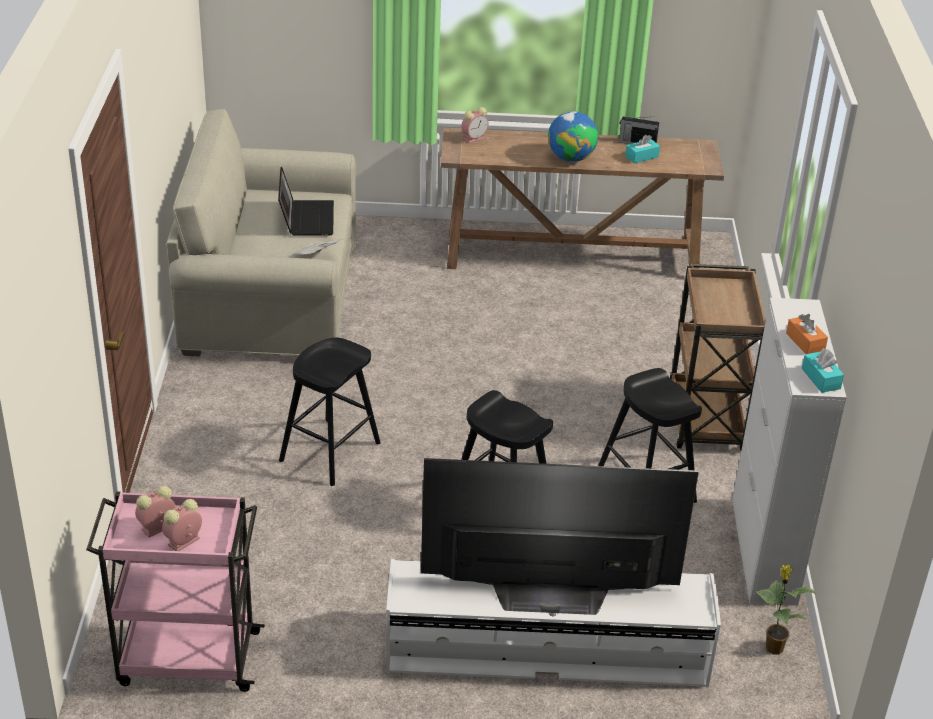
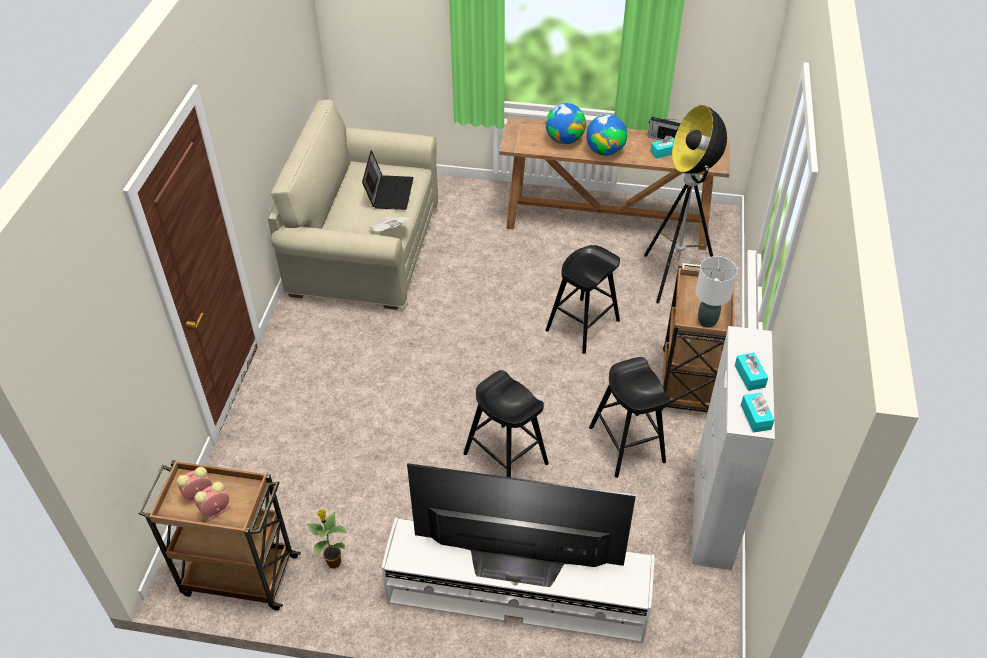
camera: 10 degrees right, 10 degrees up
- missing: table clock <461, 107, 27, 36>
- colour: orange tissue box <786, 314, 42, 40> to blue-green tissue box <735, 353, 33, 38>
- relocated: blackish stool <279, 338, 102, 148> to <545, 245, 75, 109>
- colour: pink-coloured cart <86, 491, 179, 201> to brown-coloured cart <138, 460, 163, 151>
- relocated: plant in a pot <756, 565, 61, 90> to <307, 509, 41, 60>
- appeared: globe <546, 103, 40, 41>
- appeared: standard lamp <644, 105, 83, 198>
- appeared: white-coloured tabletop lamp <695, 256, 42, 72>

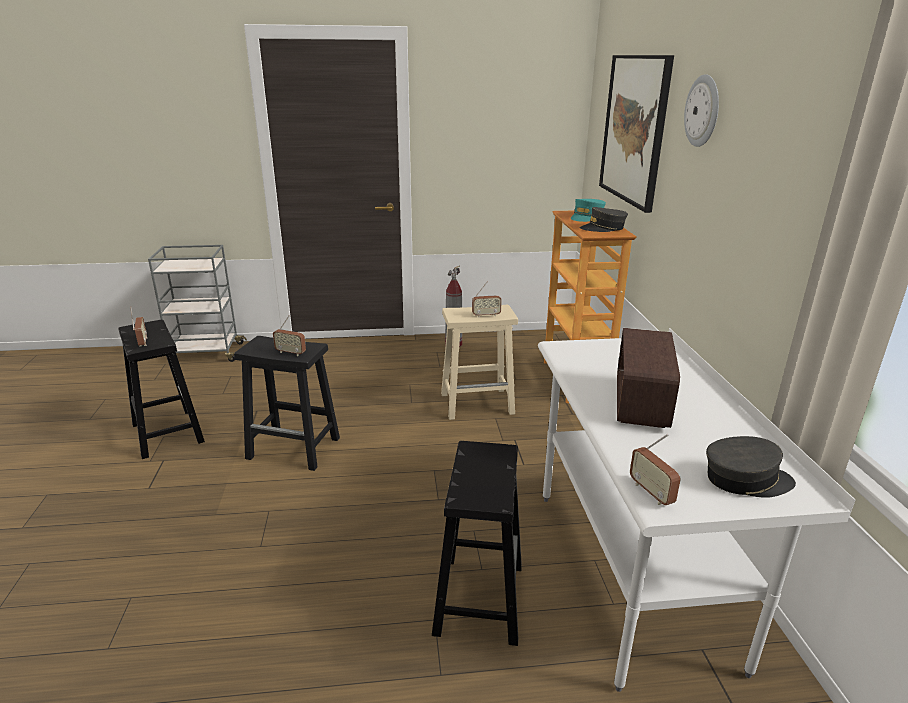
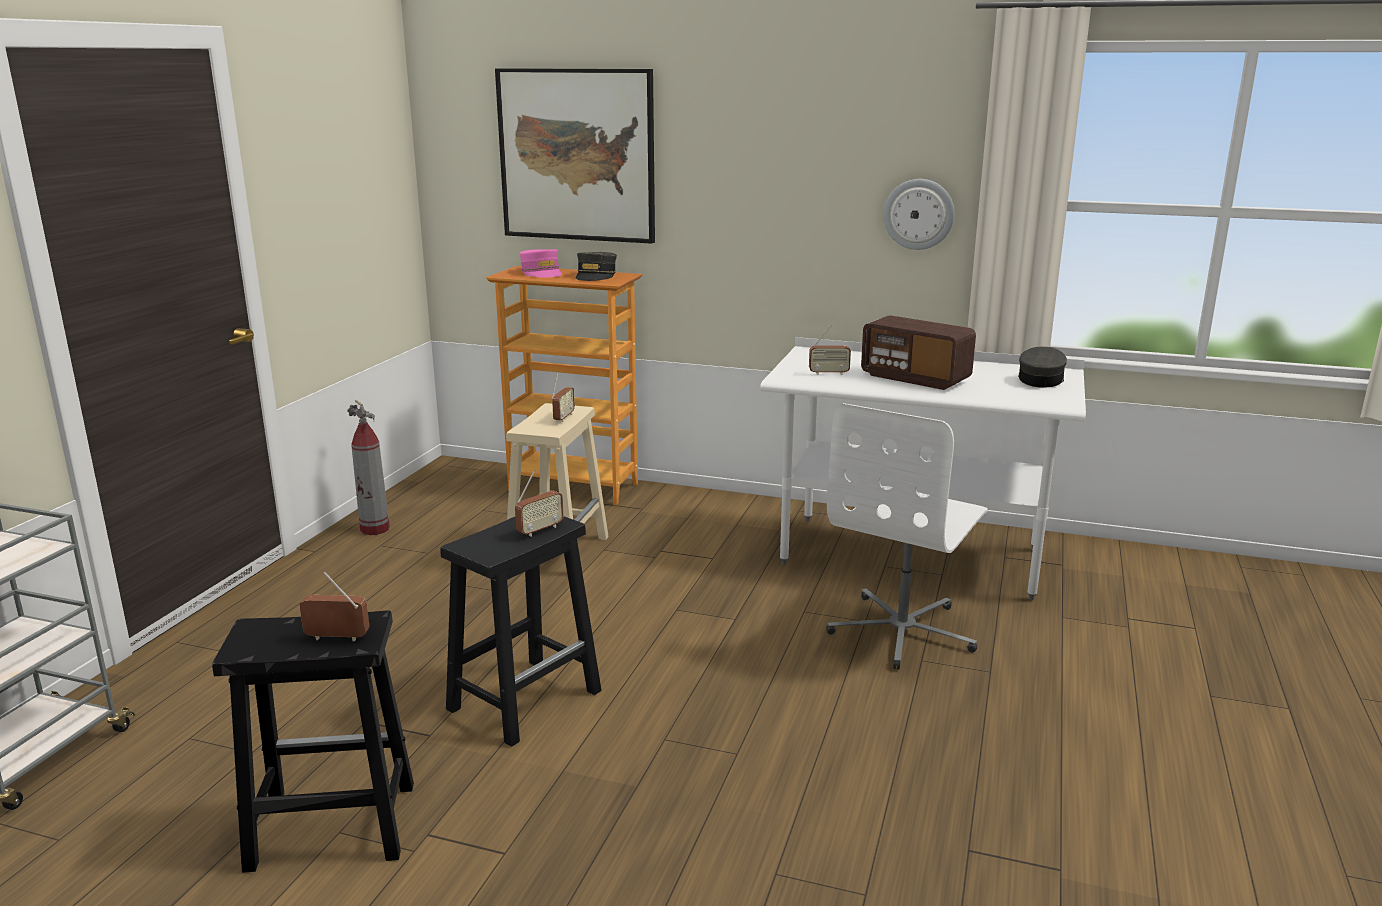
camera: 65 degrees left, 5 degrees down
- relocated: hanging clock <684, 74, 35, 73> to <883, 179, 71, 71>
- colour: blue-green cap <571, 199, 35, 23> to pink-coloured cap <519, 249, 43, 29>
- relocated: radio <630, 434, 51, 71> to <809, 325, 42, 50>
- exchanged: blackish stool <432, 441, 90, 205> to white-coloured office chair <826, 403, 162, 267>

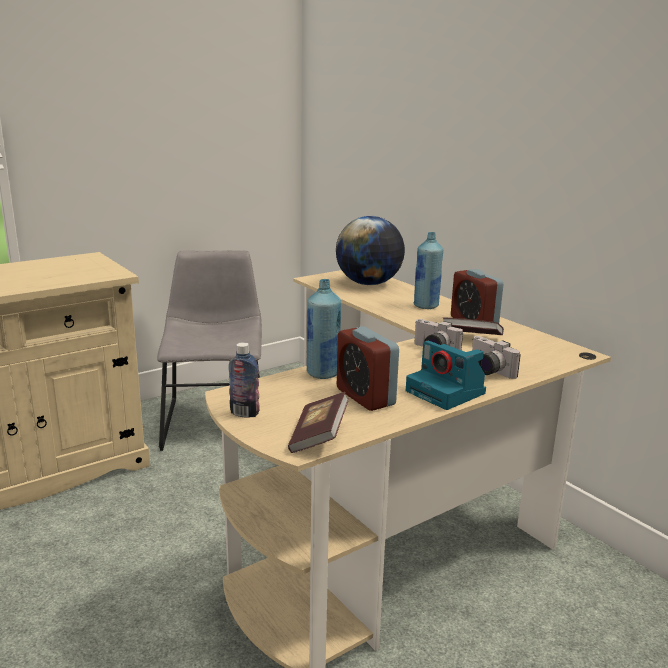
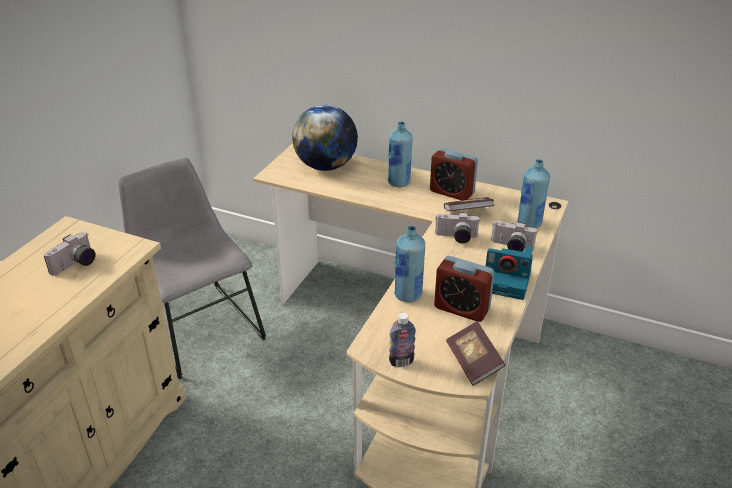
camera: 30 degrees left, 15 degrees up
- appeared: blue bottle <517, 159, 33, 70>
- appeared: still camera <44, 232, 52, 44>

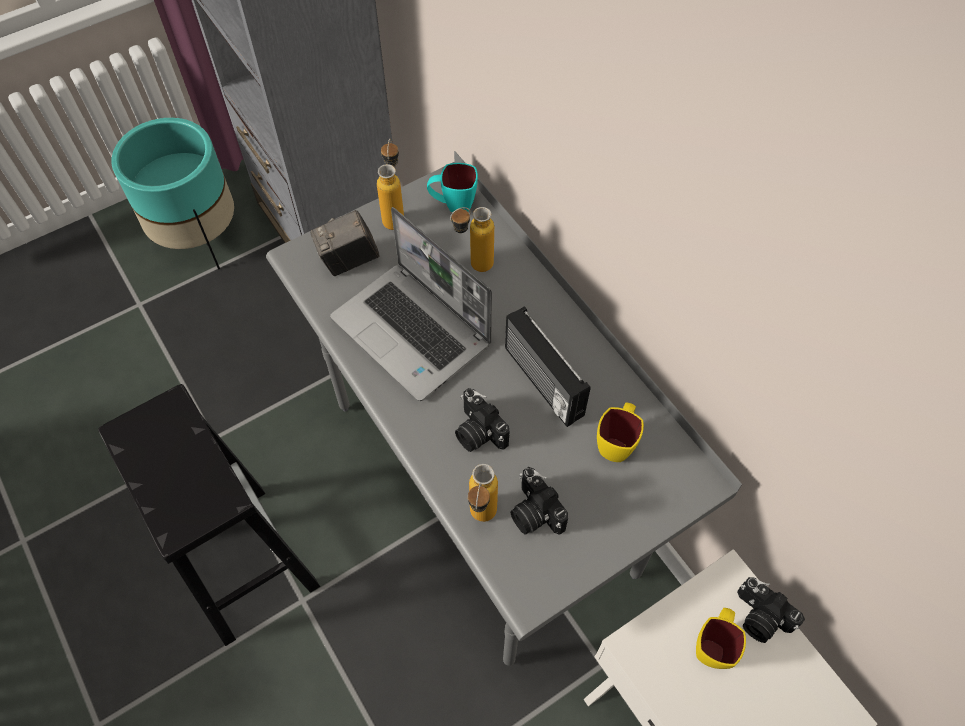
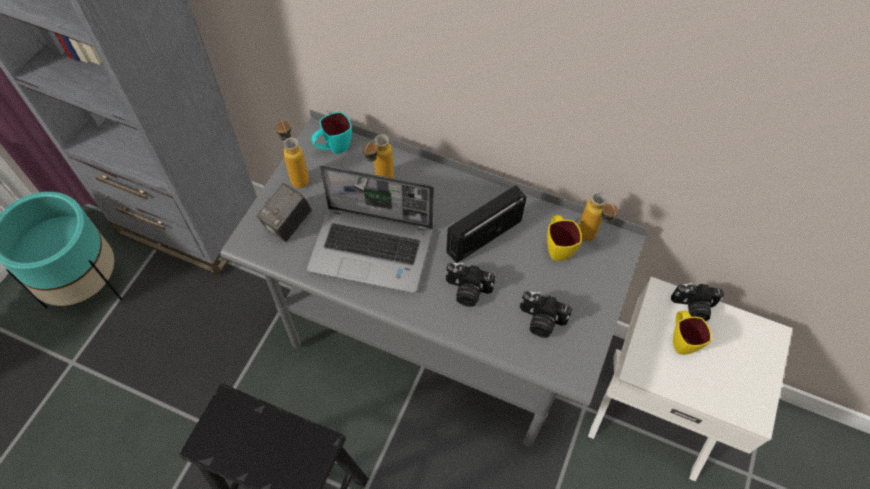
camera: 35 degrees left, 0 degrees up
- spun: radio <505, 306, 86, 121> = <446, 185, 81, 78> 120 degrees clockwise
- relocated: bottle <468, 464, 30, 58> to <579, 192, 39, 49>

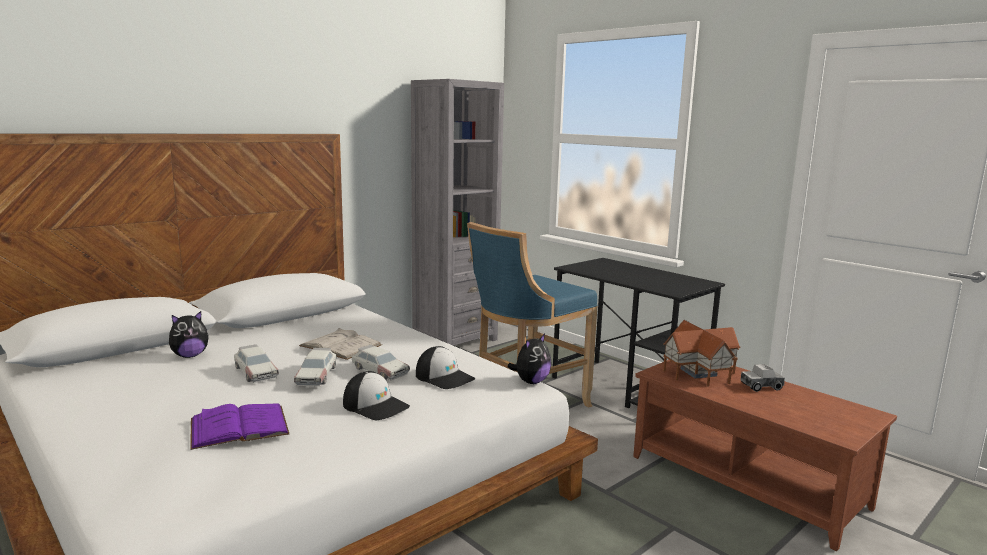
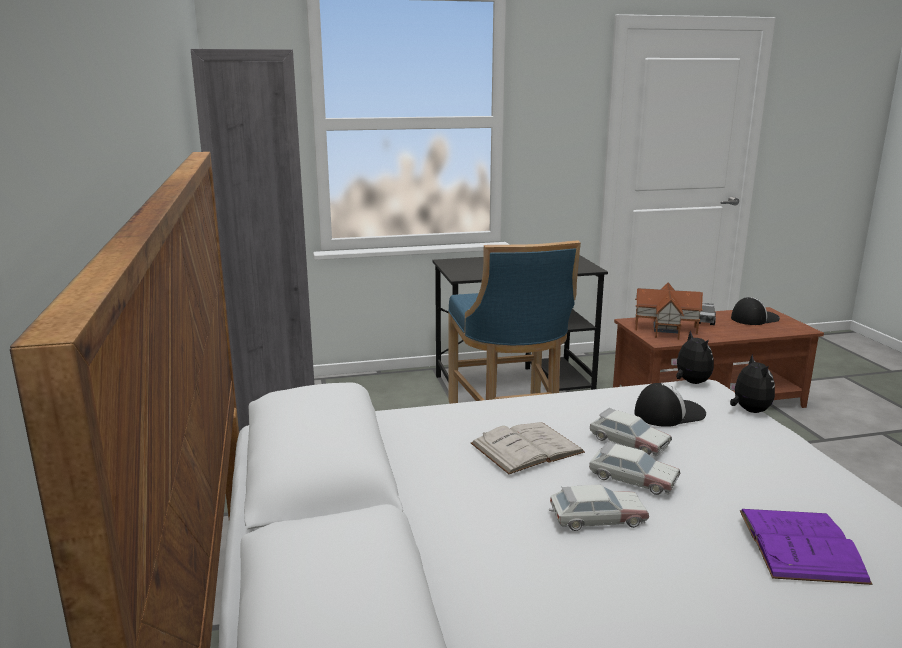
camera: 60 degrees left, 5 degrees up
- relocated: plush toy <169, 311, 40, 47> to <730, 354, 45, 59>
- spun: toy car <352, 345, 58, 35> = <590, 408, 82, 48> 60 degrees clockwise
- relocated: cap <343, 371, 67, 49> to <731, 297, 49, 28>

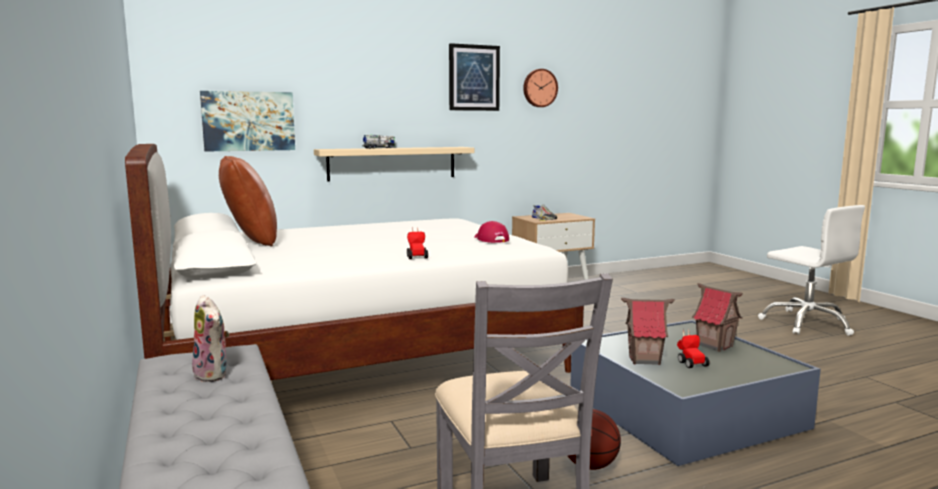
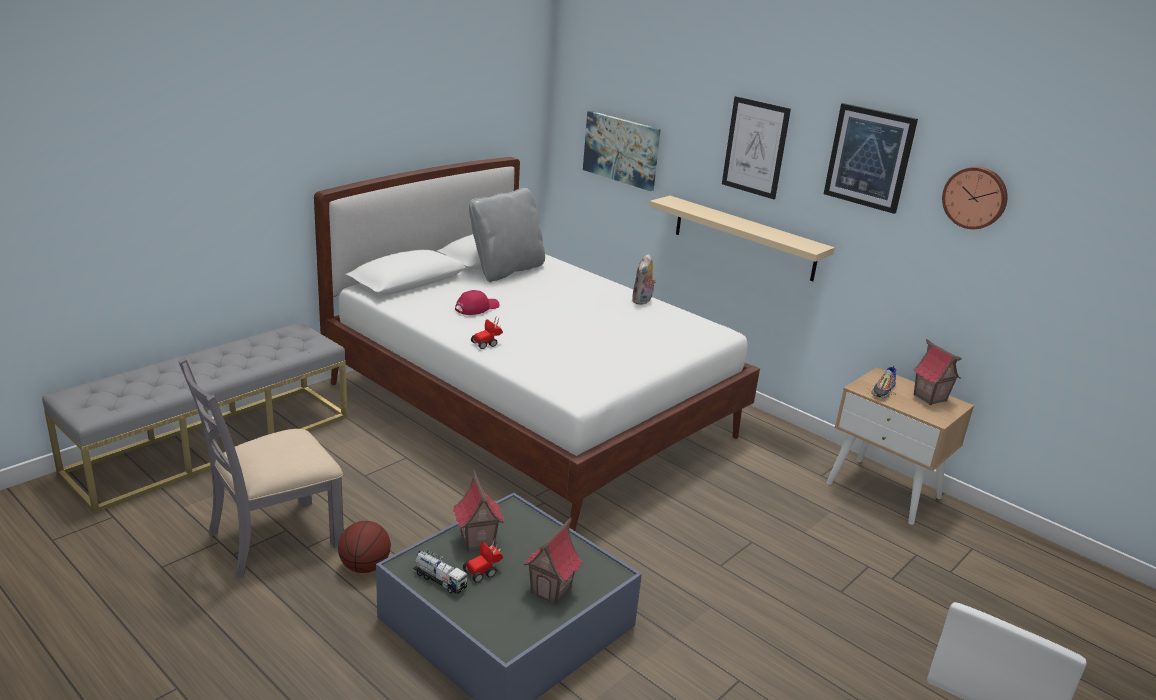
camera: 65 degrees right, 15 degrees up
- relocated: toy truck <363, 135, 32, 14> to <413, 549, 55, 45>
- colour: brown-coloured cushion <219, 156, 58, 90> to greyish cushion <469, 188, 76, 94>
- relocated: red-coloured cap <474, 221, 35, 22> to <455, 290, 44, 25>
- relocated: plush toy <192, 295, 37, 87> to <632, 254, 24, 51>
- appeared: wall picture <722, 96, 69, 103>
- appeared: toy house <913, 339, 49, 66>

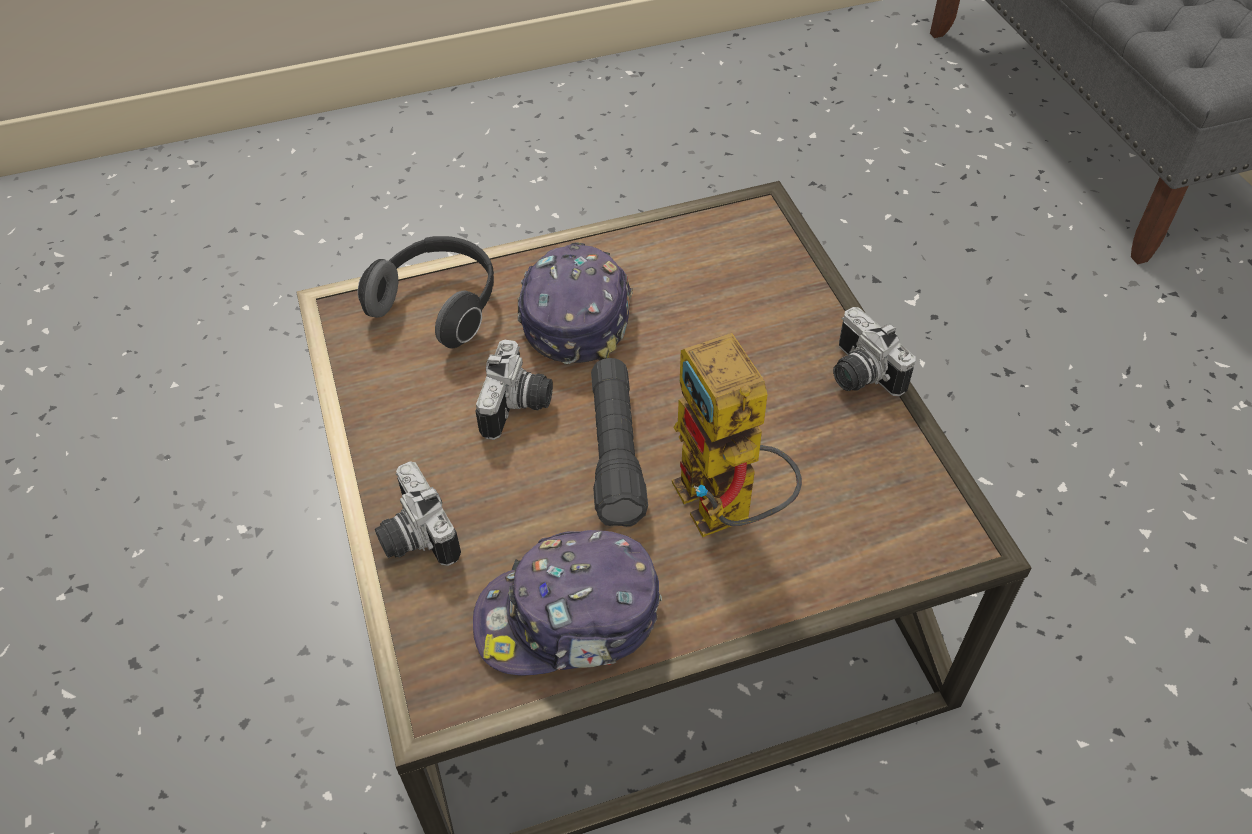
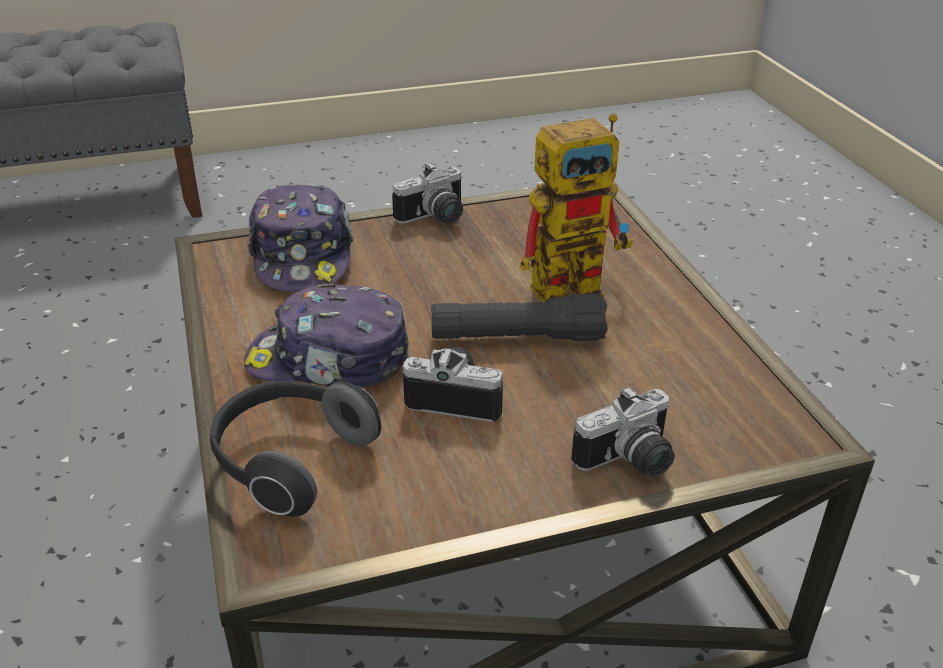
camera: 90 degrees left, 15 degrees down
- relocated: cap <473, 530, 189, 145> to <247, 184, 107, 108>

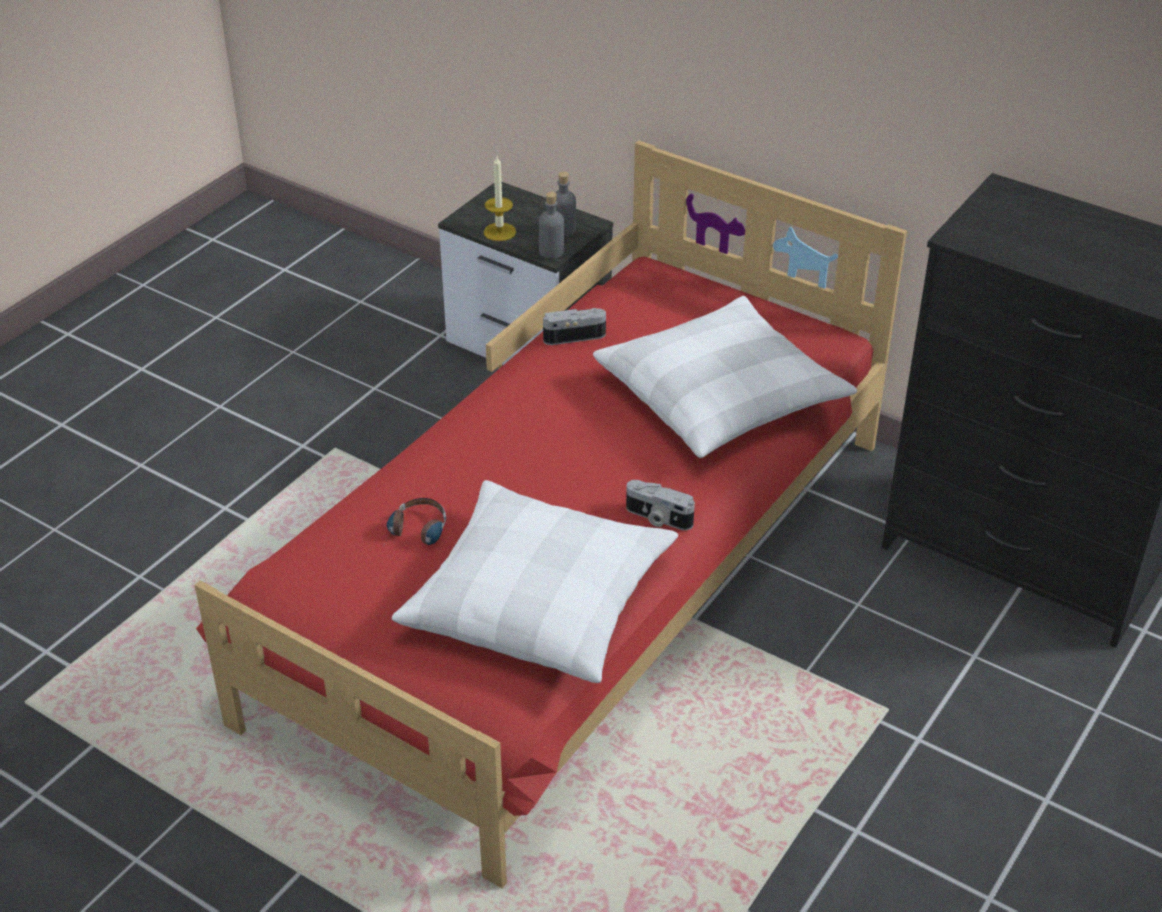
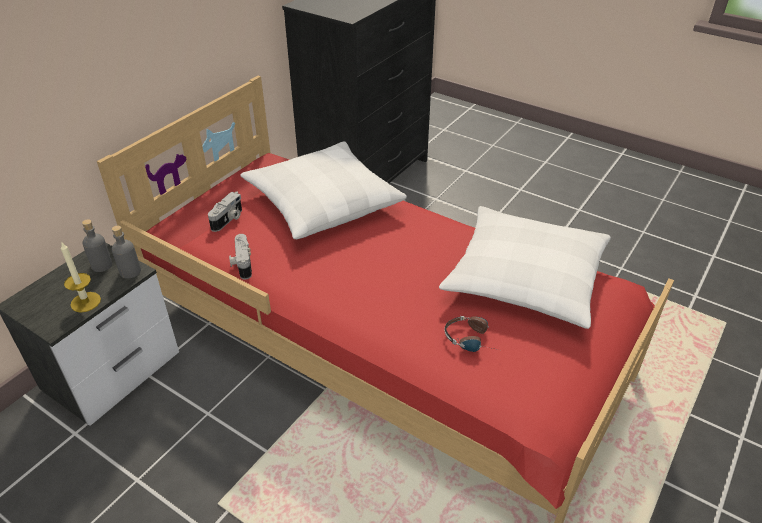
camera: 90 degrees left, 0 degrees up
- relocated: still camera <626, 480, 69, 50> to <208, 192, 34, 40>

